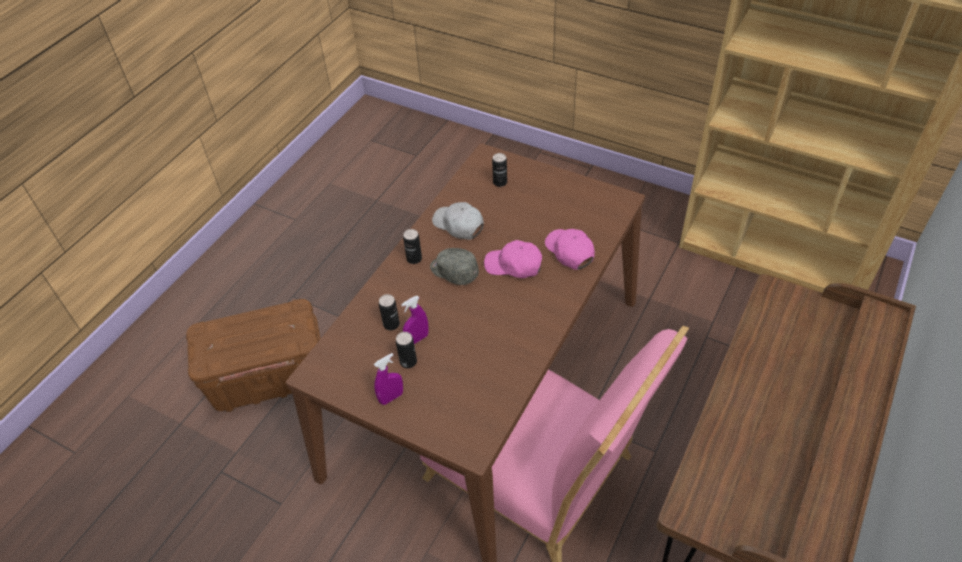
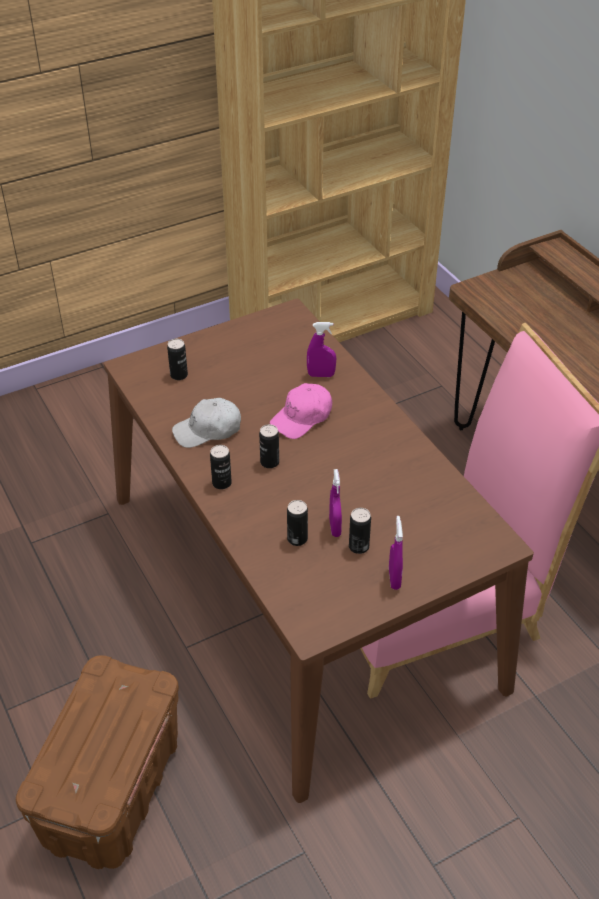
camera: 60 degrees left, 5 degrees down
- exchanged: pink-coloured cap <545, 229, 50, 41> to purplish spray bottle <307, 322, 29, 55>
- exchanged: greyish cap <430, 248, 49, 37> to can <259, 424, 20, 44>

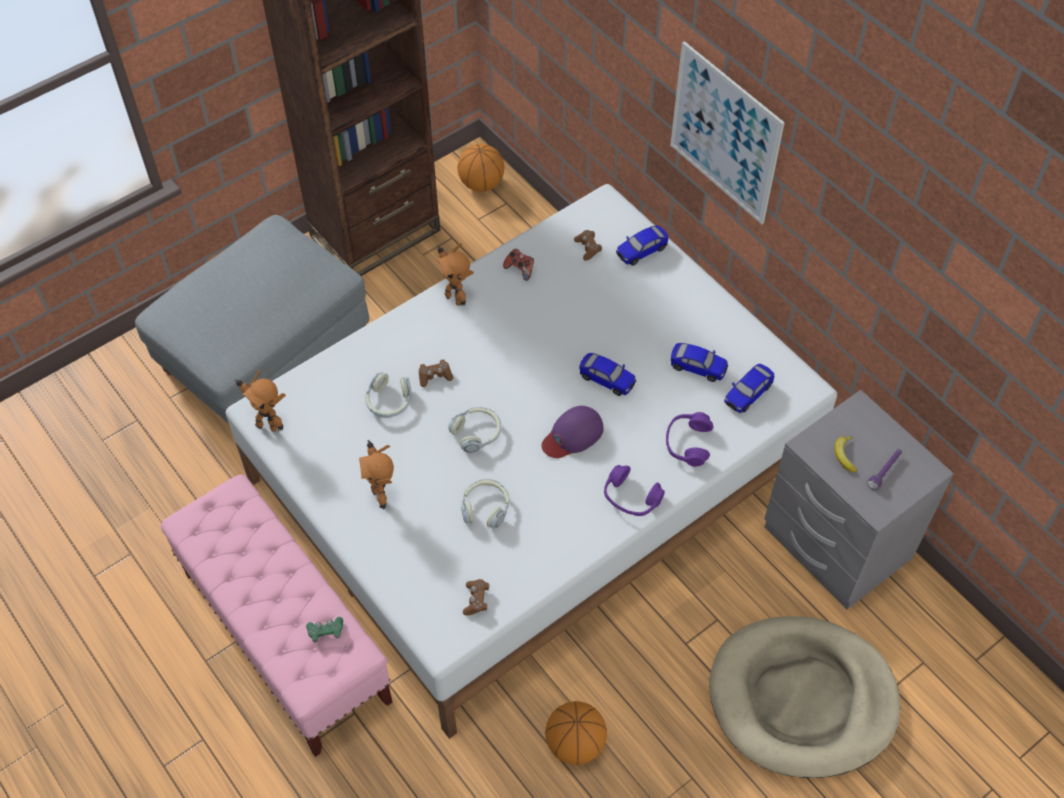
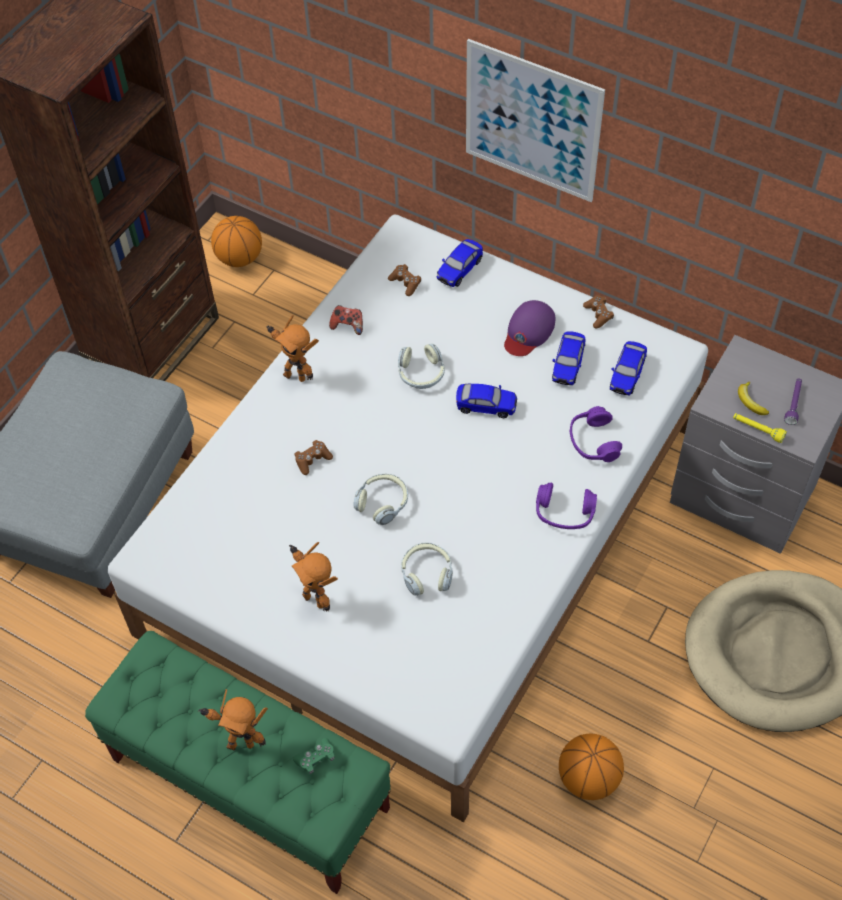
camera: 20 degrees left, 0 degrees up
- spun: toy car <671, 343, 57, 39> = <552, 331, 33, 54> 105 degrees clockwise
- relocated: toy robot <235, 370, 51, 62> to <198, 689, 70, 61>
- relocated: headphones <365, 372, 47, 46> to <398, 344, 47, 45>
- relocated: purplish cap <541, 406, 62, 52> to <504, 300, 51, 56>
- colour: pink-coloured bench <161, 475, 231, 282> to green-coloured bench <85, 631, 306, 263>
- relocated: brown-coloured gamepad <463, 579, 26, 37> to <583, 295, 31, 33>
- appeared: yellowish hand torch <733, 413, 54, 30>

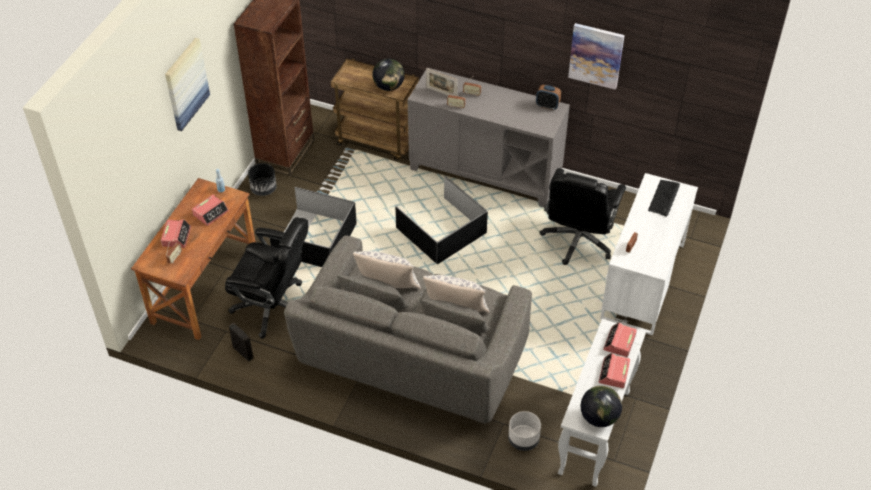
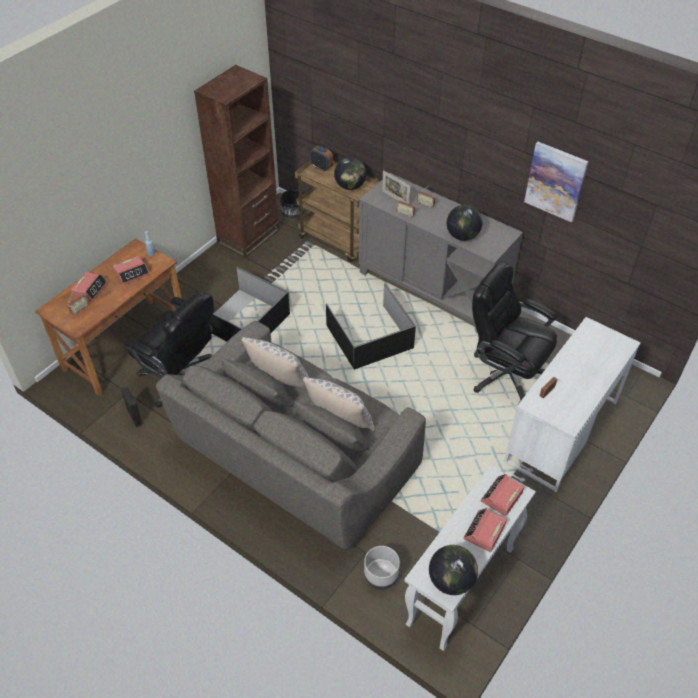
camera: 15 degrees right, 0 degrees up
- missing: wall picture <165, 38, 45, 93>
- relocated: table clock <536, 85, 25, 25> to <310, 146, 23, 25>
- relocated: blackish plant pot <248, 163, 29, 33> to <280, 190, 25, 29>
- spun: blackish office chair <540, 168, 86, 97> = <472, 261, 85, 142> 90 degrees clockwise
- missing: PC keyboard <648, 180, 32, 37>
- appeared: globe <447, 205, 35, 36>

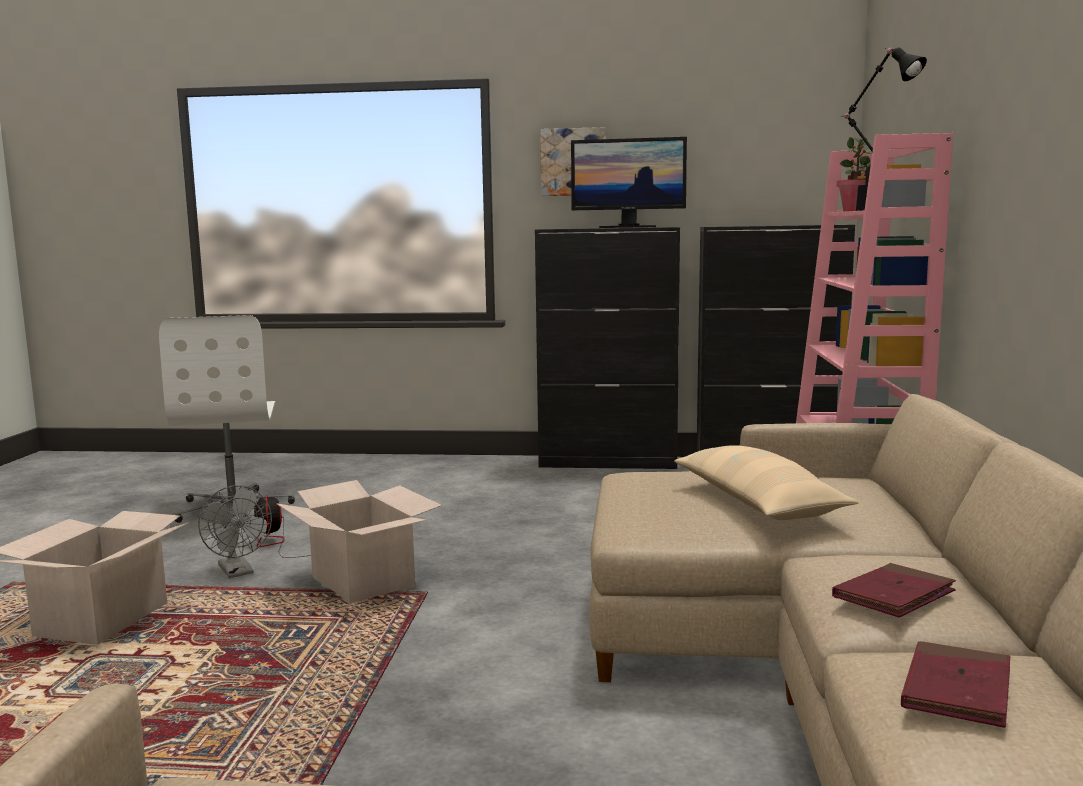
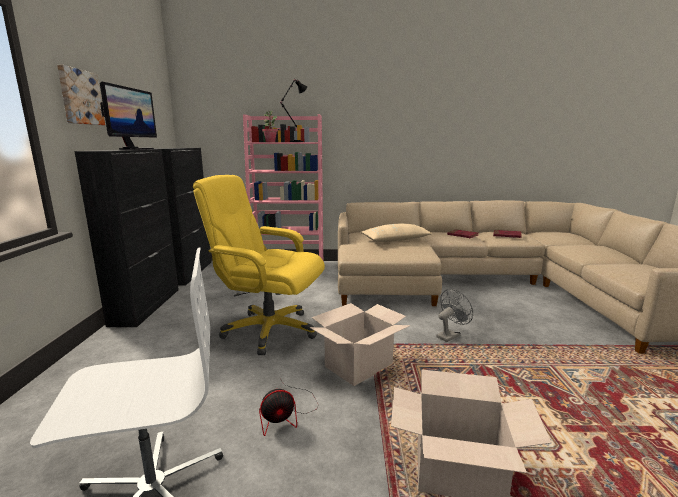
camera: 95 degrees left, 5 degrees up
- relocated: greyish electric fan <198, 485, 74, 93> to <436, 289, 37, 53>
- appeared: yellowish office chair <193, 175, 132, 180>

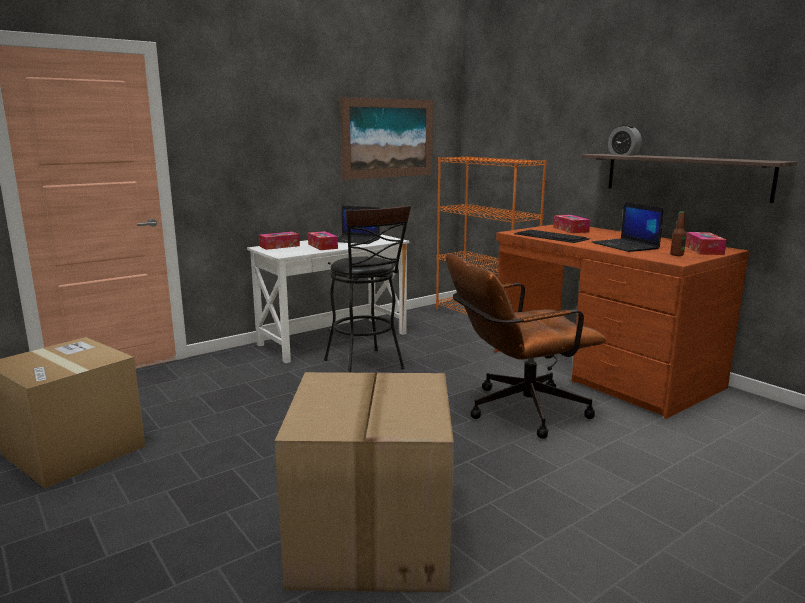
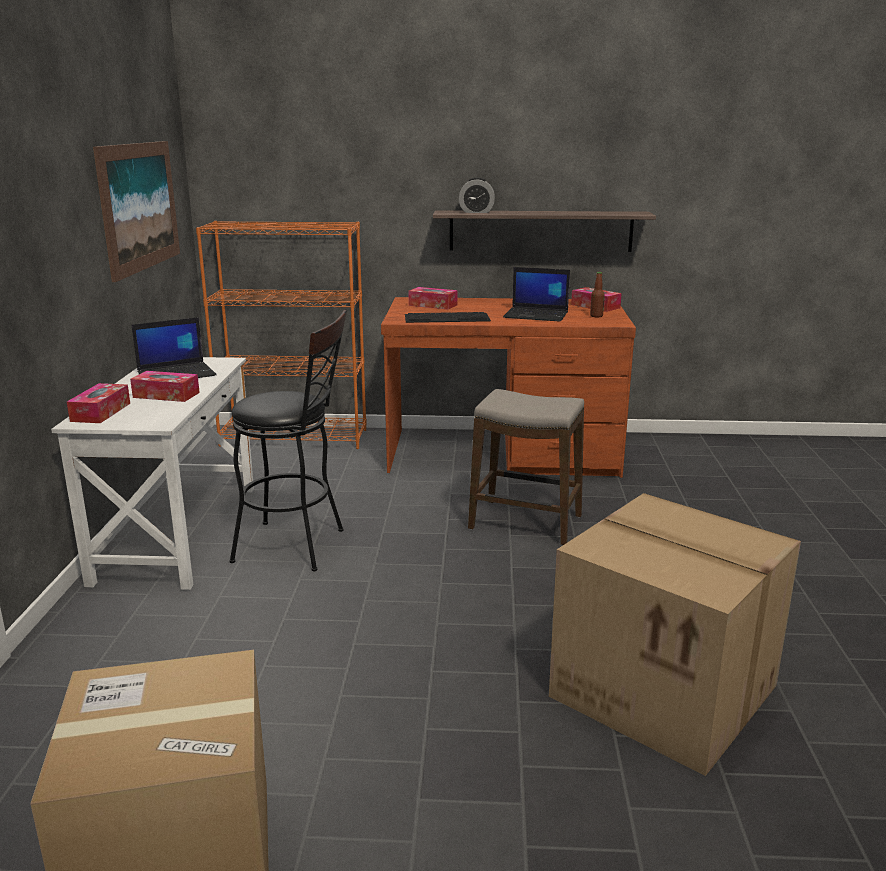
camera: 50 degrees left, 5 degrees up
- exchanged: brown-coloured office chair <446, 254, 160, 185> to stool <468, 389, 116, 156>

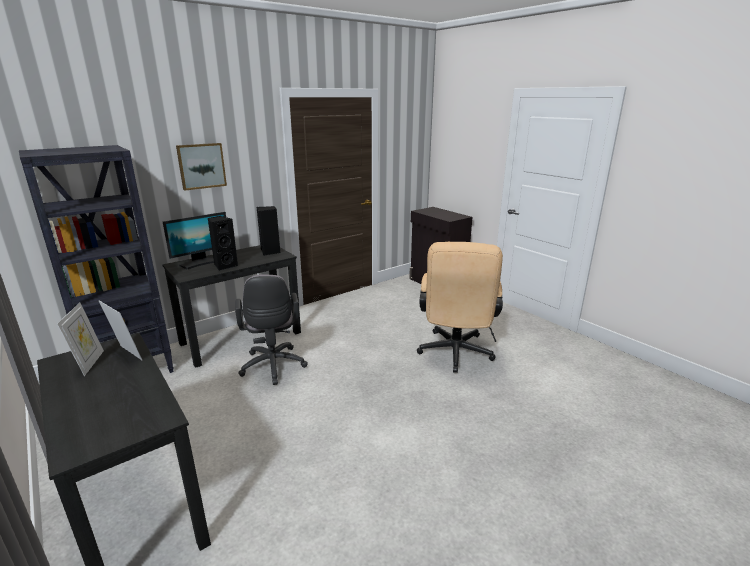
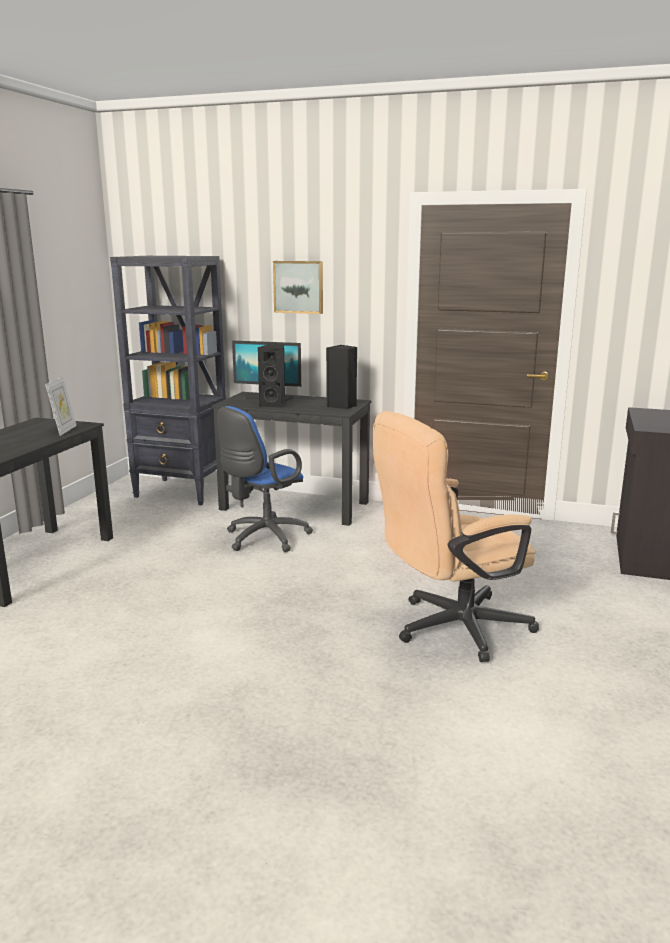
camera: 55 degrees right, 5 degrees down
- colour: greyish office chair <235, 274, 73, 111> to blue office chair <217, 406, 96, 146>
- missing: photo frame <57, 303, 47, 73>

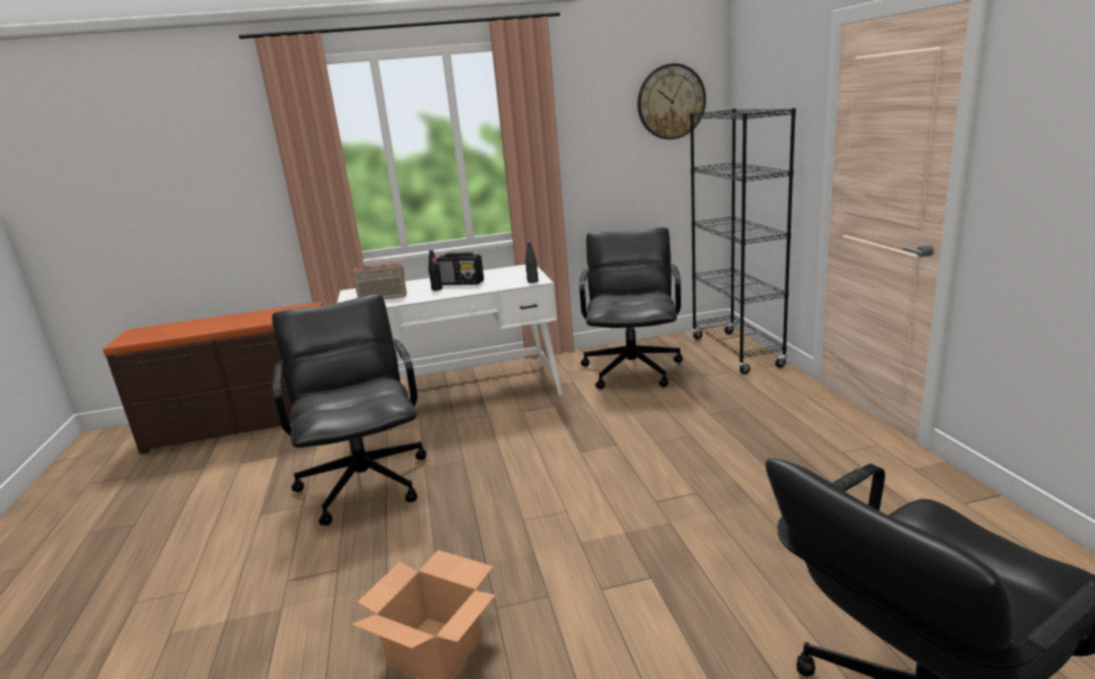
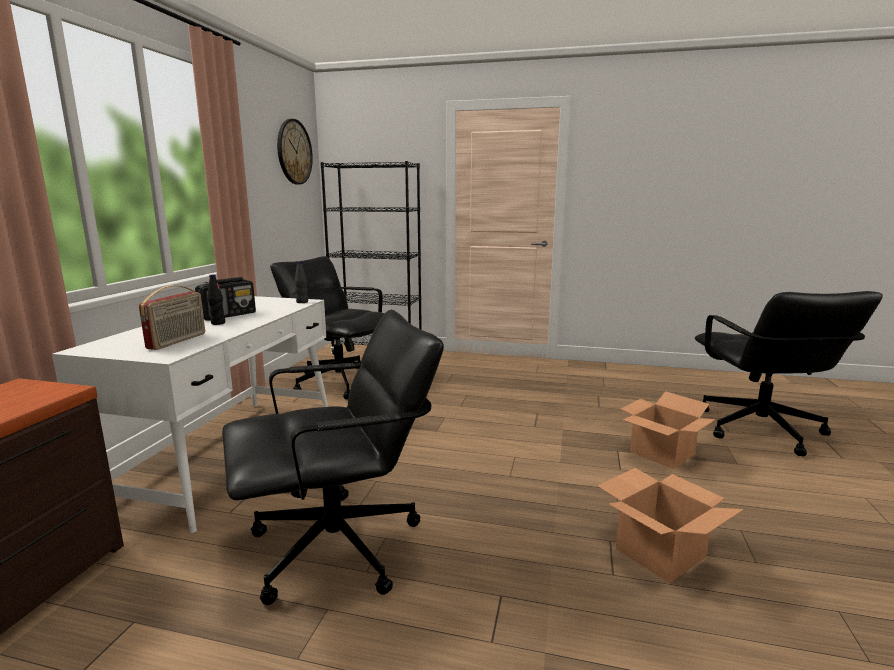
camera: 65 degrees left, 5 degrees down
- spun: blackish office chair <272, 294, 155, 232> = <222, 309, 222, 296> 150 degrees clockwise
- appeared: packing box <621, 391, 95, 78>

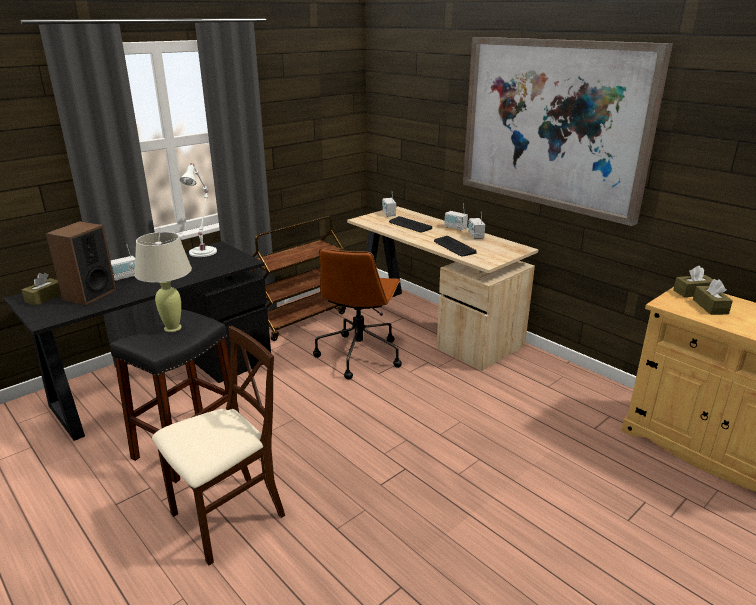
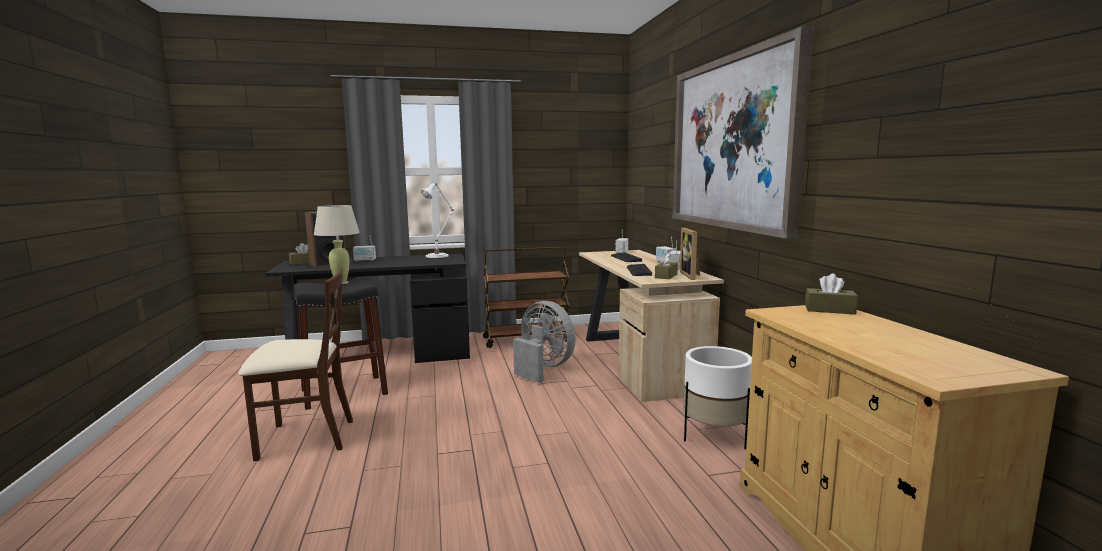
camera: 30 degrees right, 15 degrees down
- exchanged: brown-coloured office chair <313, 248, 89, 132> to greyish electric fan <513, 301, 63, 82>
- relocated: brown-coloured tissue box <693, 279, 40, 36> to <655, 252, 23, 27>
- appeared: photo frame <680, 228, 20, 52>
- appeared: white-coloured plant pot <683, 346, 69, 103>

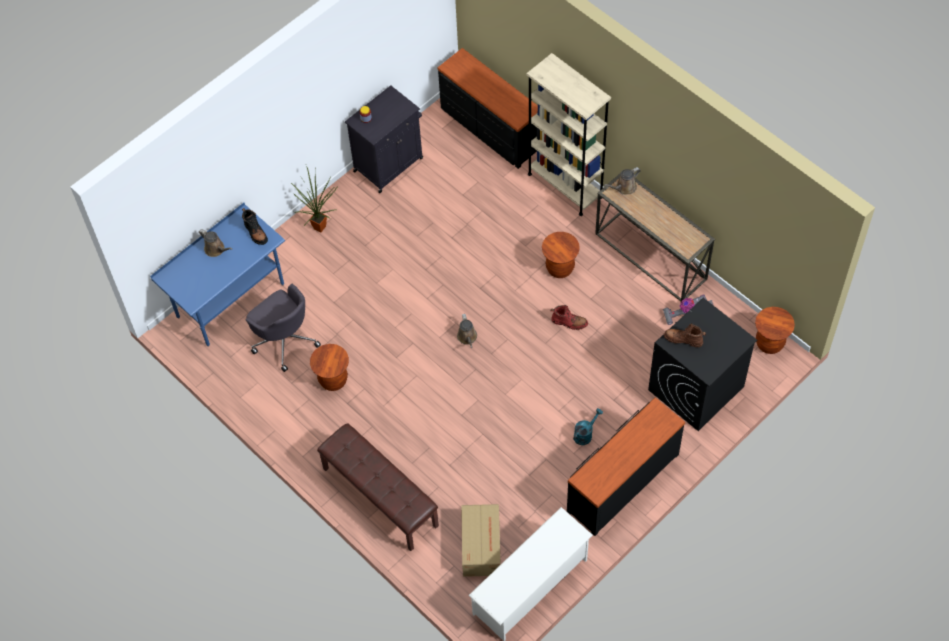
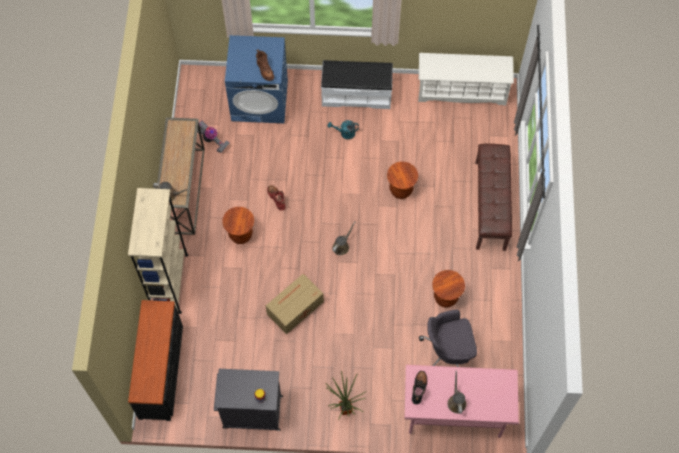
camera: 135 degrees left, 5 degrees up
- colour: blue desk unit <150, 203, 135, 144> to pink-coloured desk unit <405, 365, 114, 73>
- spun: greyish office chair <245, 284, 76, 88> = <419, 309, 58, 58> 105 degrees counterclockwise
- colour: blackish washing machine <648, 298, 109, 133> to blue washing machine <225, 35, 63, 88>
- relocated: brown-coloured stool <755, 307, 40, 47> to <387, 162, 31, 37>
- exchanged: blackish drawer chest <567, 397, 118, 139> to white-coloured bench <321, 60, 72, 49>
- relocated: packing box <461, 504, 40, 73> to <266, 274, 58, 60>

